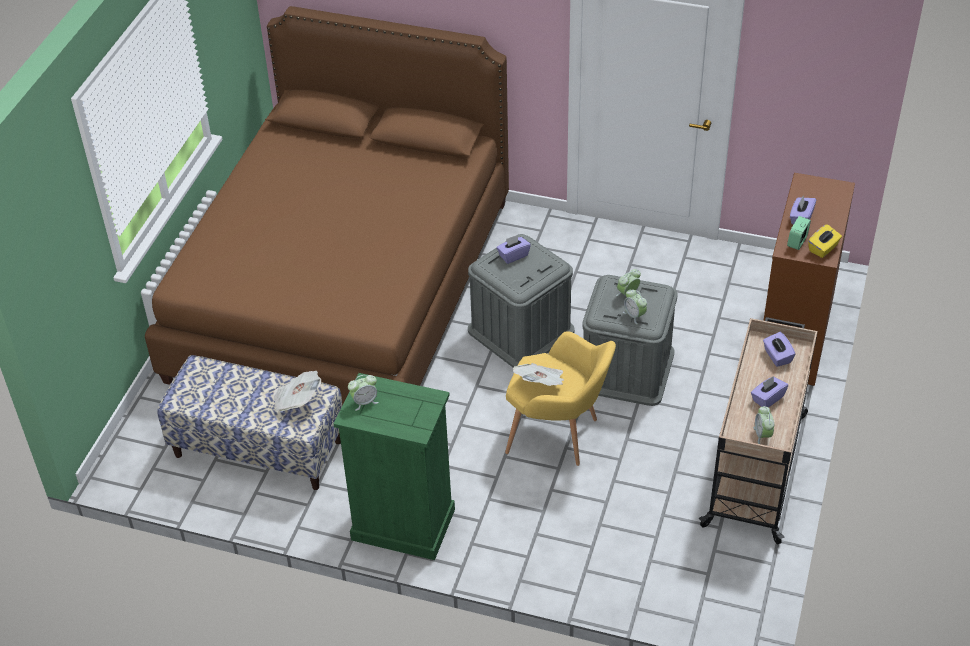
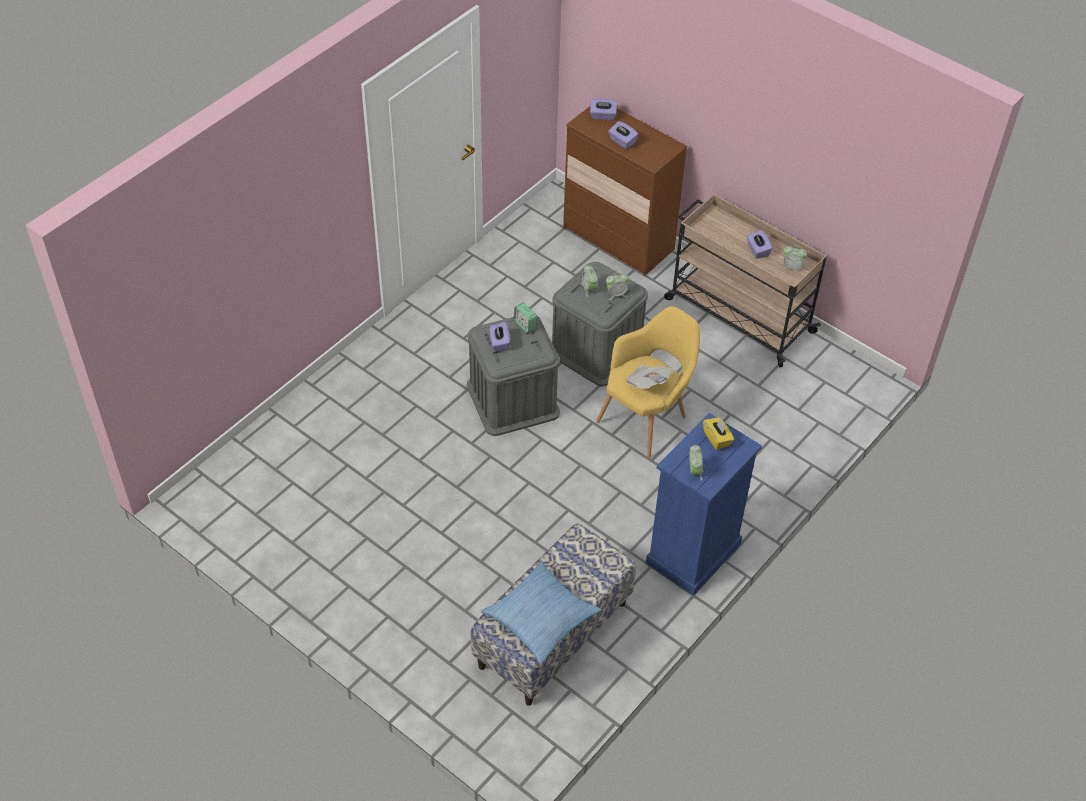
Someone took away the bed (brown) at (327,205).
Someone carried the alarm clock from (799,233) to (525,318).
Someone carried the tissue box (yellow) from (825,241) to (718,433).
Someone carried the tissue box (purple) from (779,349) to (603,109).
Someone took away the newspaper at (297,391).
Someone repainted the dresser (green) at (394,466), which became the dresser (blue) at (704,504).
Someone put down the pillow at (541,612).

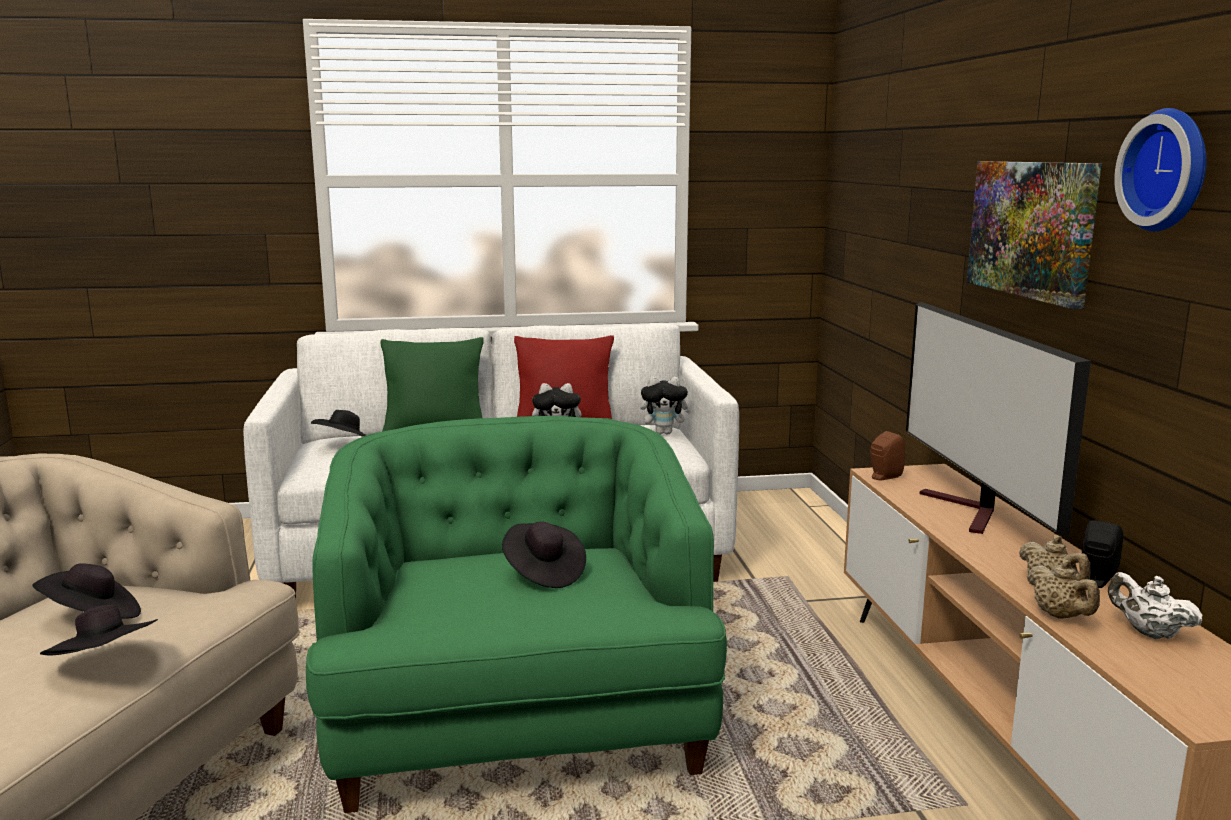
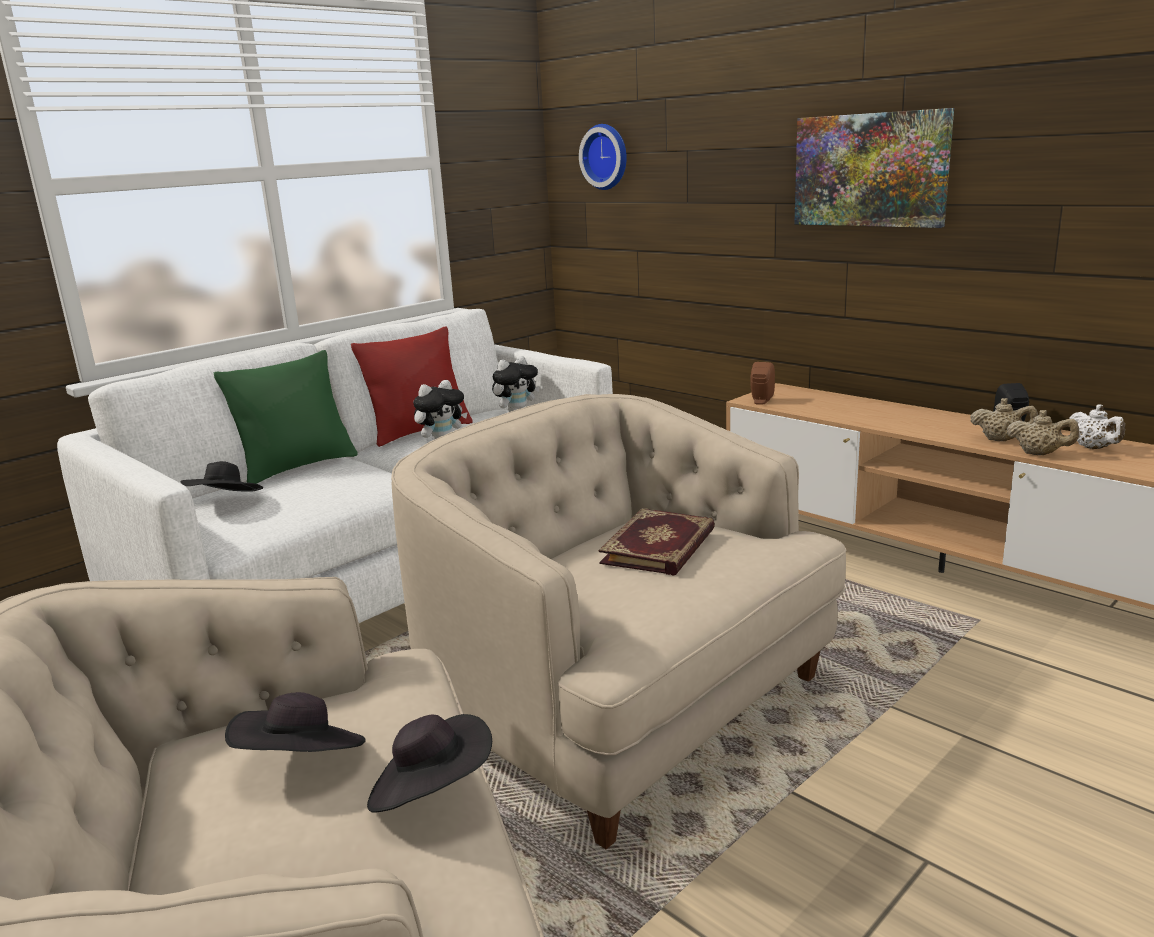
Someone carried the wall clock from (1160,170) to (603,157).
Someone took away the television at (998,419).
Someone repainted the armchair (green) at (516,614), which became the armchair (beige) at (619,621).
Someone swapped the hat (black) at (544,554) for the book at (657,542).
Someone rotated the teapot (white) at (1155,605) by 120 degrees counterclockwise.

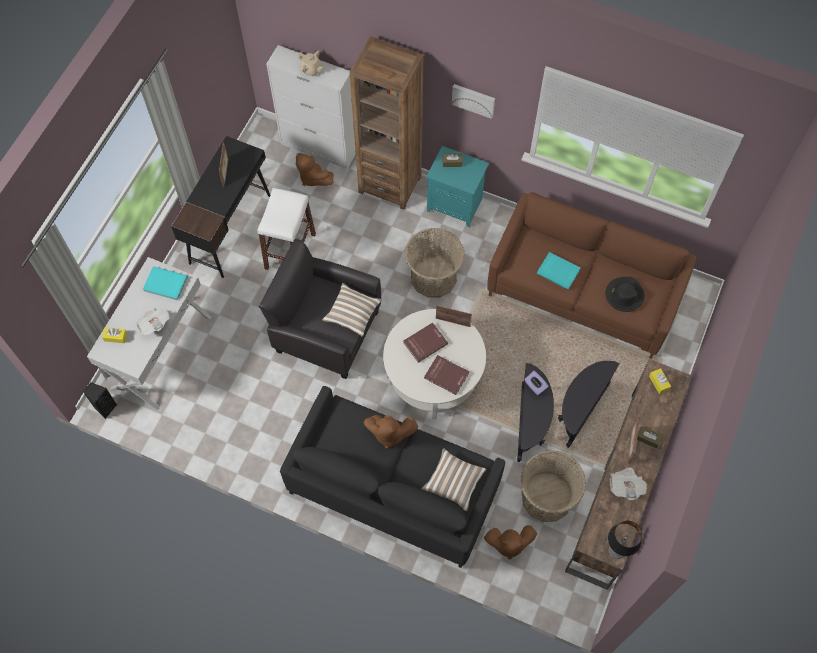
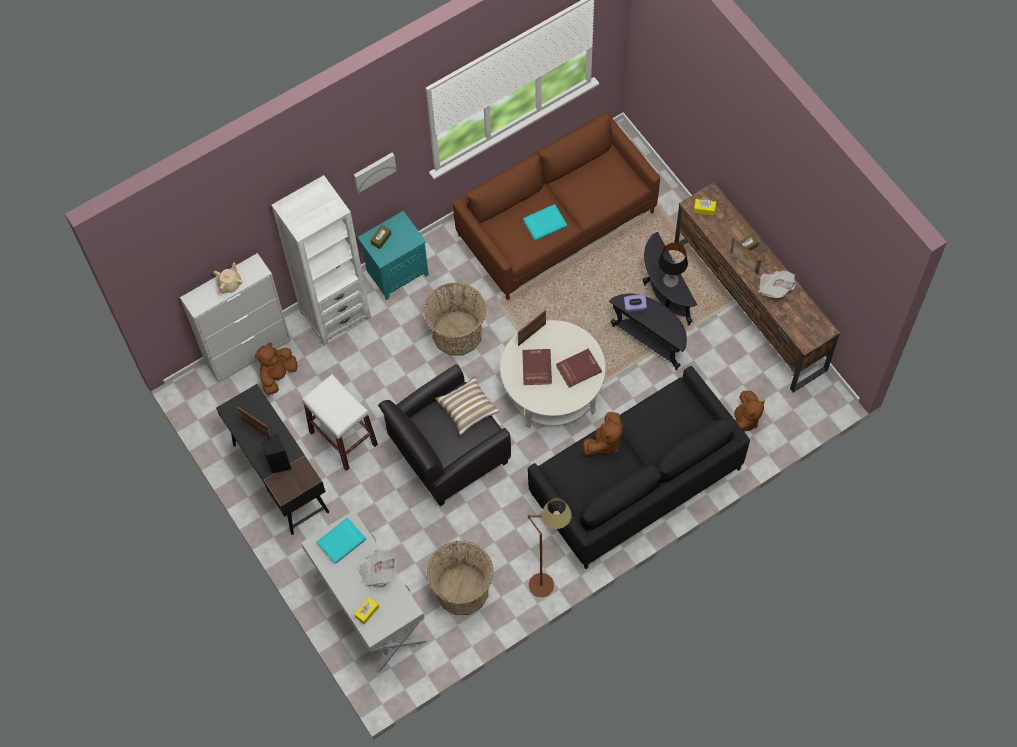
Someone repainted the bookcase (brown) at (387,123), which became the bookcase (white) at (321,260).
Someone rotated the teapot (beige) at (311,63) by 45 degrees counterclockwise.
Someone rotated the plush toy (brown) at (315,169) by 135 degrees clockwise.
Someone took away the hat (black) at (625,294).
Someone carried the speaker (black) from (100,400) to (276,454).
Someone took away the pillow at (454,479).
Someone carried the basket from (553,486) to (460,577).
Someone carried the table lamp from (625,540) to (673,265).
Someone put down the floor lamp (brown) at (550,547).

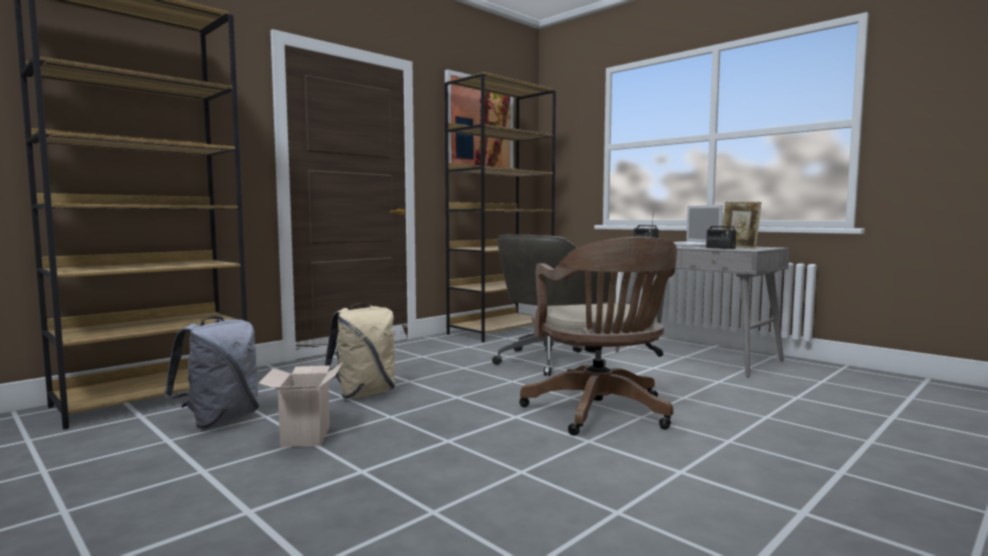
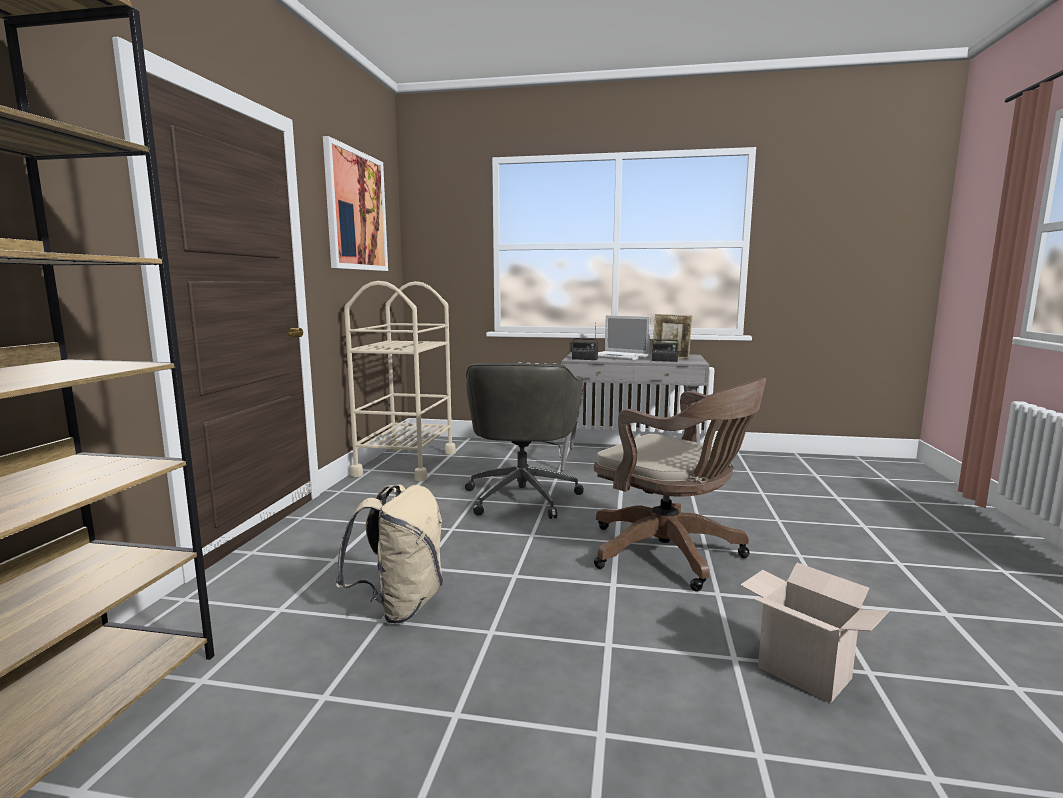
Someone swapped the bookcase (brown) at (500,207) for the cart (beige) at (400,381).
Someone took away the backpack (grey) at (211,372).
Someone carried the cardboard box from (300,405) to (815,633).

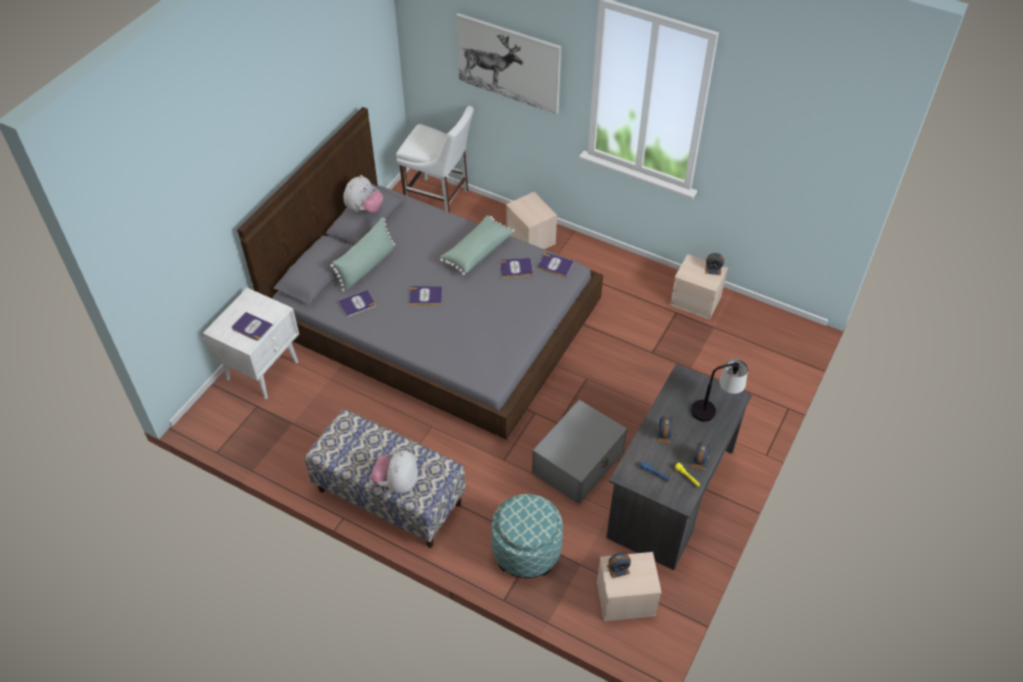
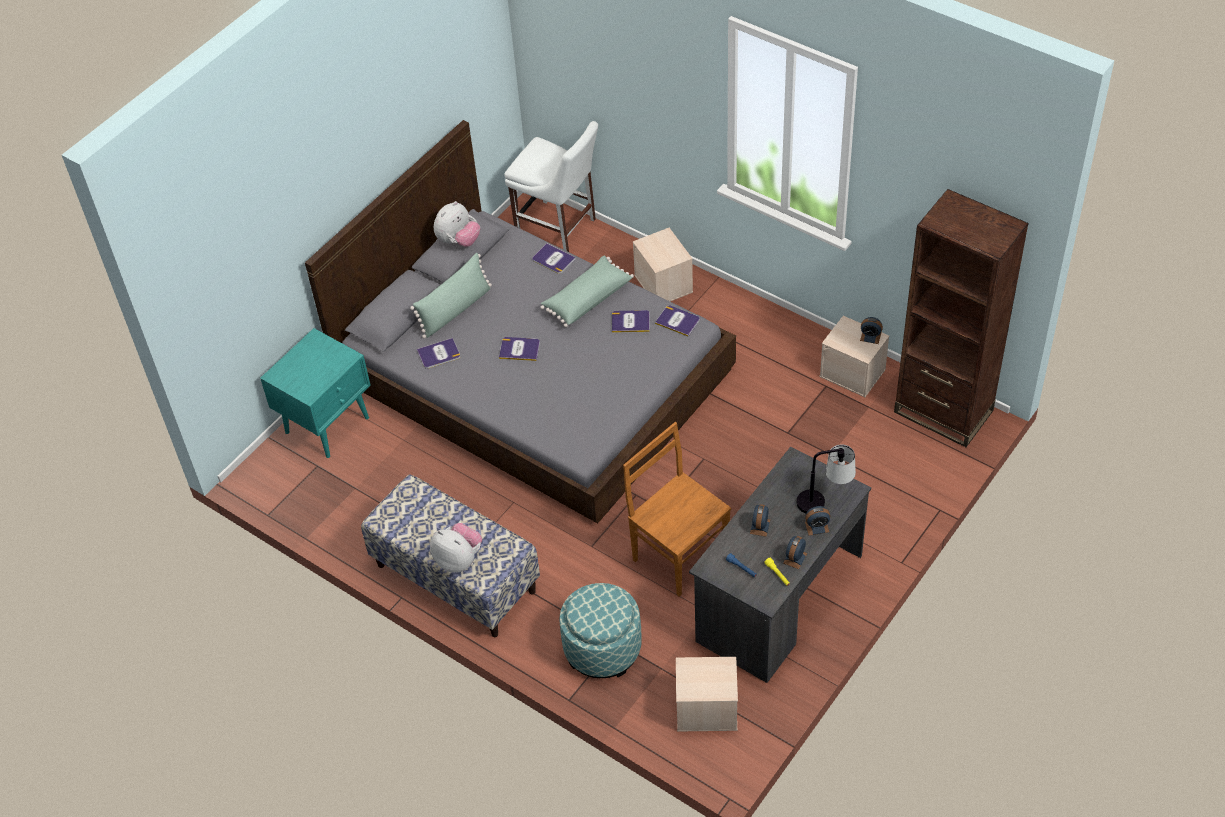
Someone took away the picture at (508,63).
Someone repainted the nightstand (white) at (251,343), which became the nightstand (turquoise) at (315,393).
Someone carried the book from (252,326) to (554,258).
Someone swapped the storage box (grey) at (579,452) for the chair (brown) at (677,509).
Someone rotated the plush toy at (394,472) by 105 degrees clockwise.
Someone carried the alarm clock from (619,565) to (817,520).
Someone put down the bookcase (brown) at (961,318).

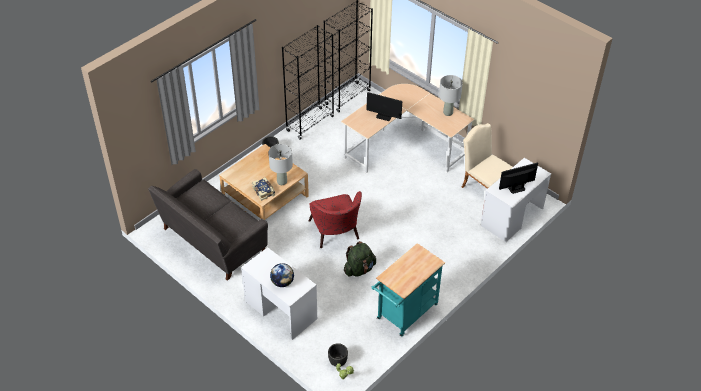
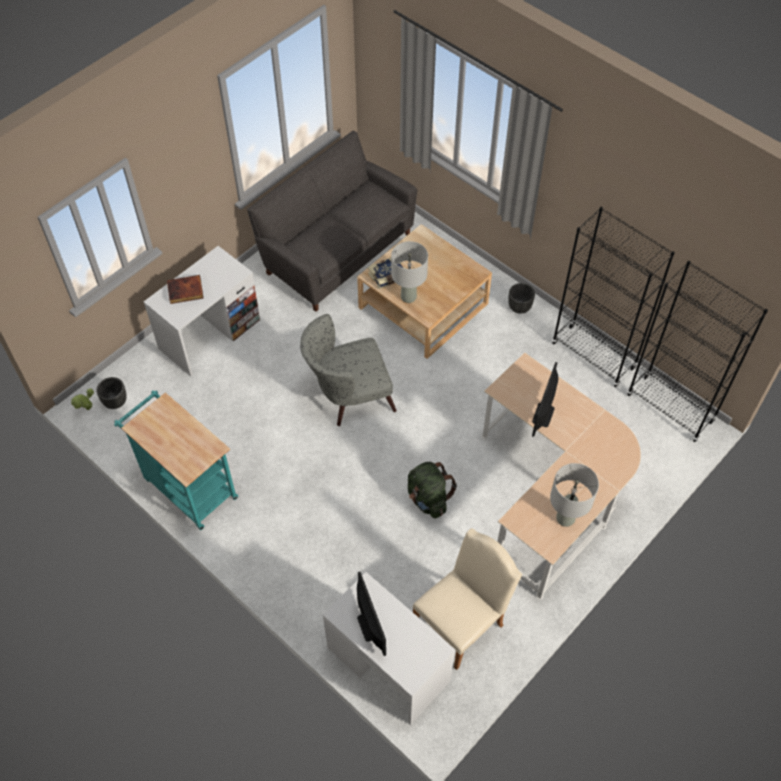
Someone repainted the armchair (red) at (335,219), which became the armchair (grey) at (348,370).
Someone carried the backpack (green) from (360,259) to (432,490).
Someone swapped the globe at (282,275) for the book at (185,289).

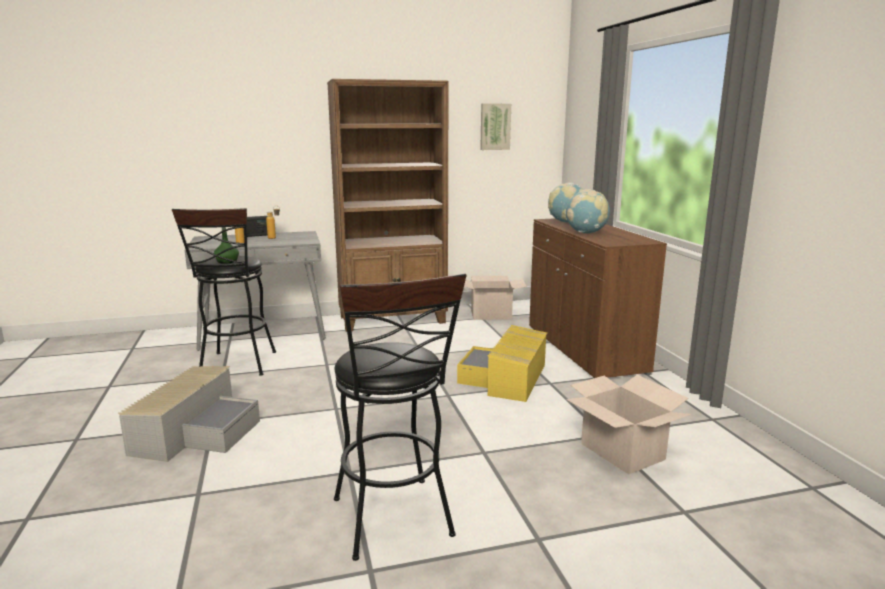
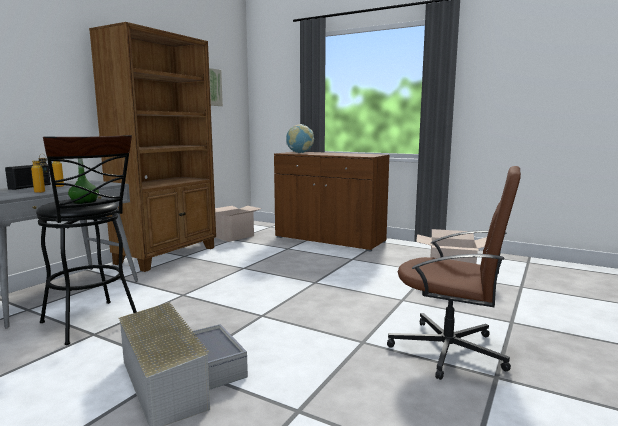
Someone took away the globe at (587,211).
Someone swapped the stool (black) at (400,417) for the office chair (brown) at (454,273).
Someone took away the storage box (yellow) at (502,363).

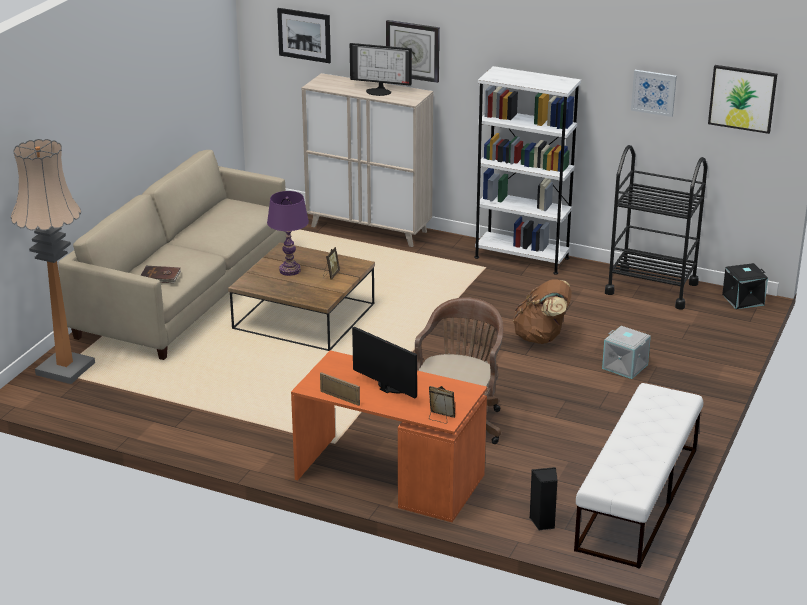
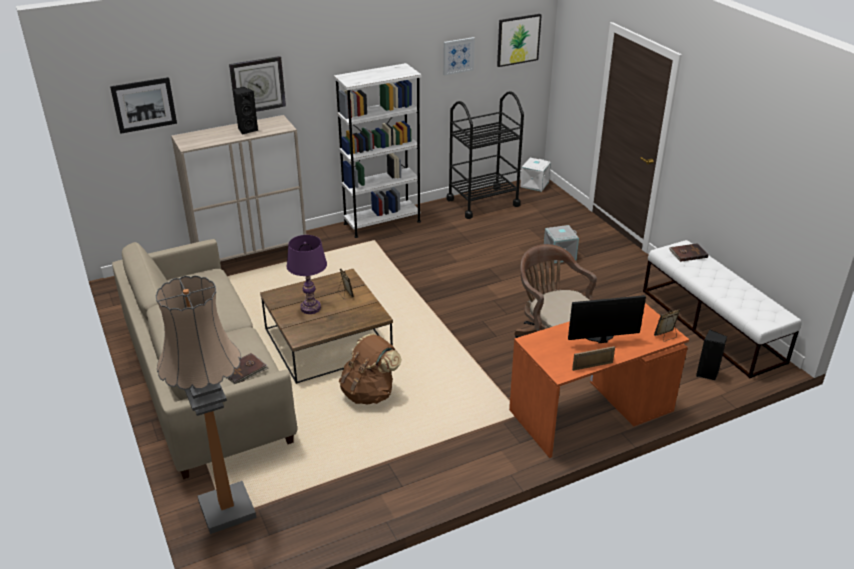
Someone swapped the monitor at (381,69) for the speaker (black) at (245,111).
Someone repainted the storage box (black) at (745,286), which became the storage box (white) at (535,175).
Someone carried the backpack (brown) from (542,311) to (370,368).
Someone put down the book (brown) at (688,252).

